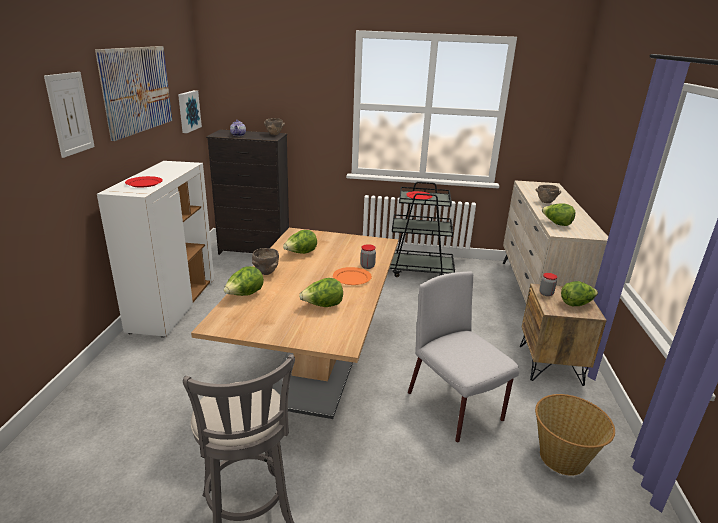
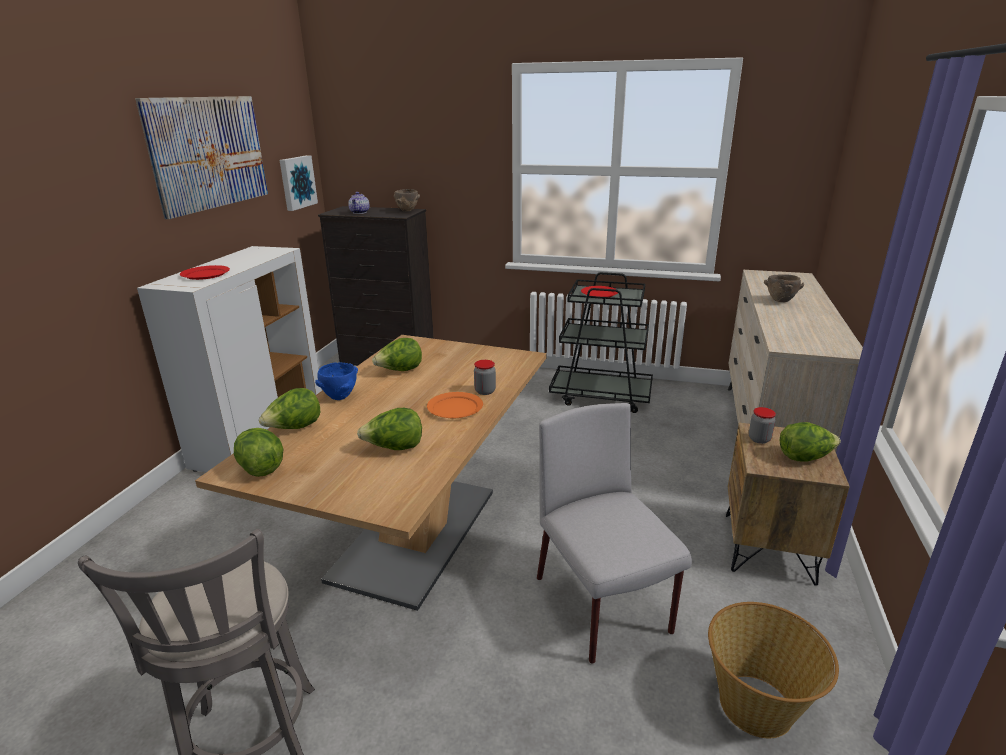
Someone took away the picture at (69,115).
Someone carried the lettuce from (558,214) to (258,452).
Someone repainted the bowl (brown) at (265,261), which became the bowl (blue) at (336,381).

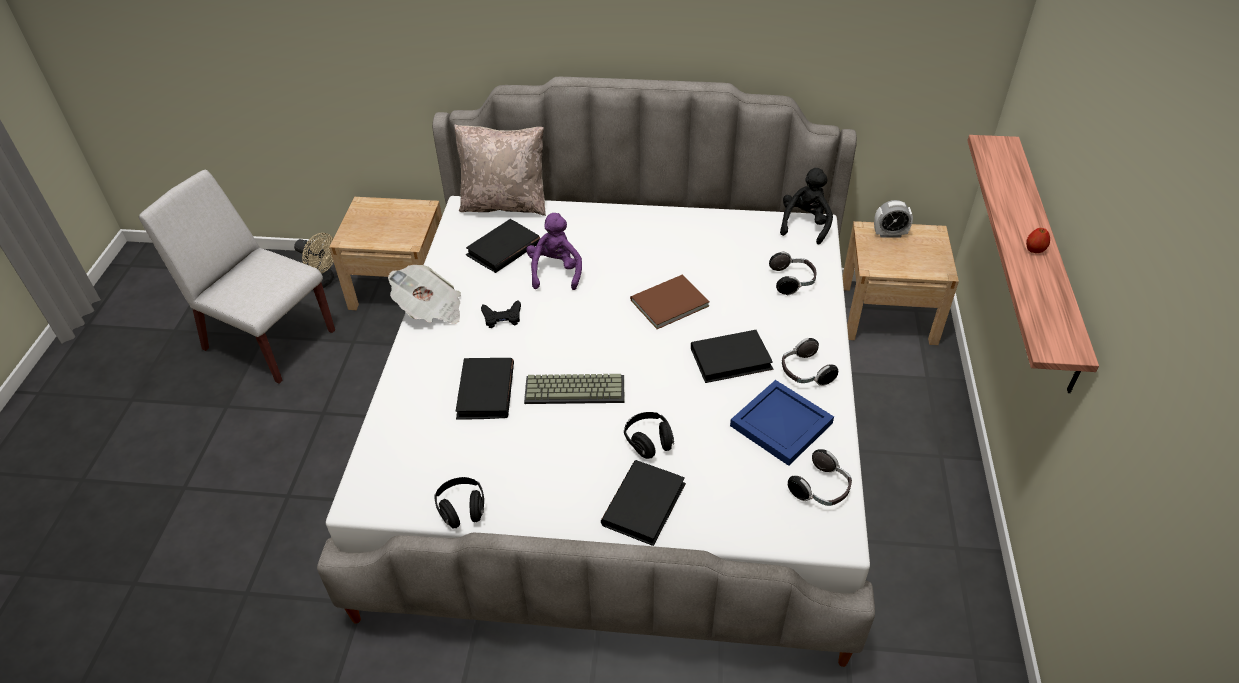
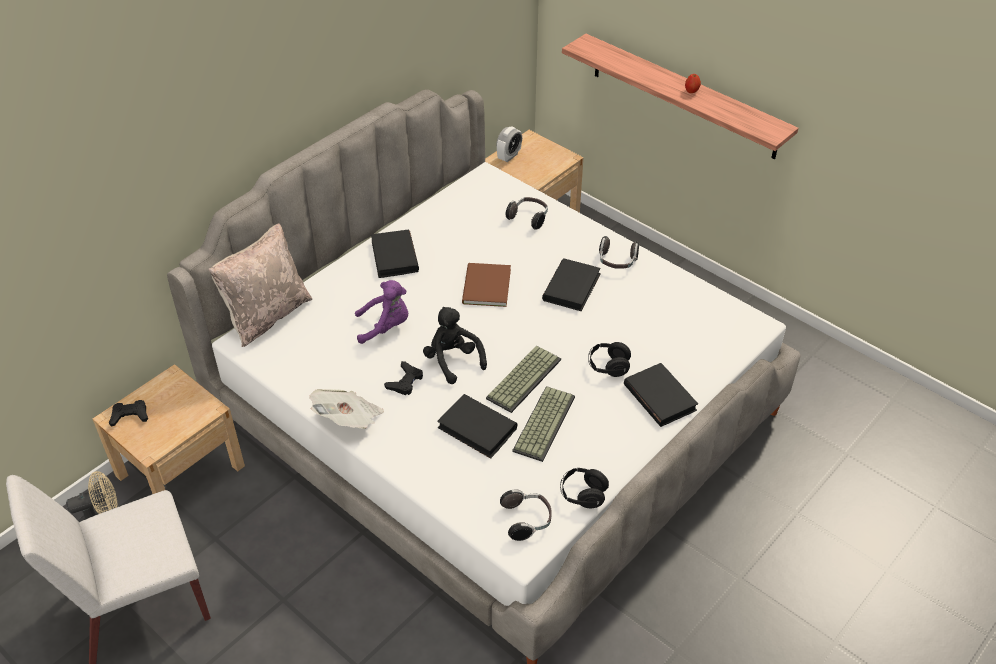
Someone carried the plush toy (black) from (806,206) to (455,345).
Someone rotated the plush toy (purple) at (554,251) by 135 degrees clockwise.
Someone carried the book (black) from (503,246) to (395,254).
Someone took away the tray (blue) at (782,423).
Someone carried the headphones from (820,477) to (526,515).
Someone put down the keyboard at (543,424).
Someone put down the game controller (black) at (128,413).

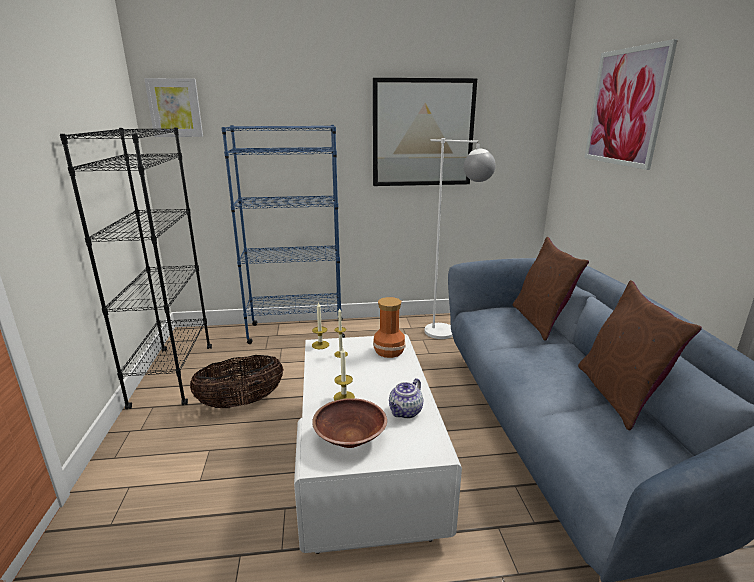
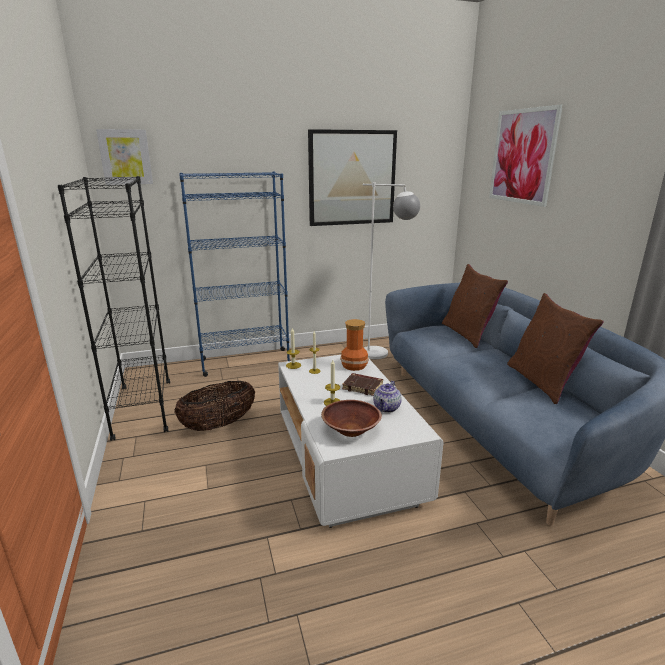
Someone put down the book (brown) at (362,384).

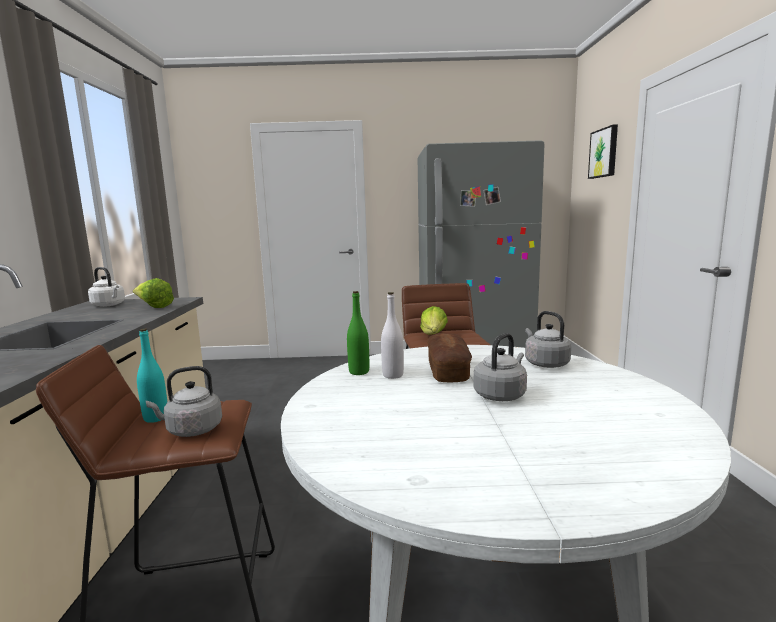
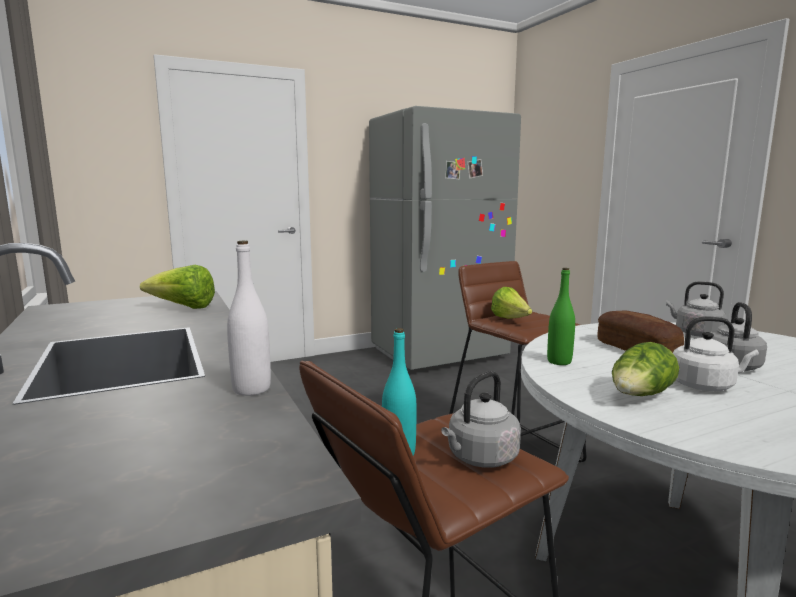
Someone took away the picture at (603,151).
Someone carried the kettle (white) from (106,287) to (716,354).
Someone carried the bottle (white) from (392,335) to (249,318).
Someone put down the lettuce at (645,369).

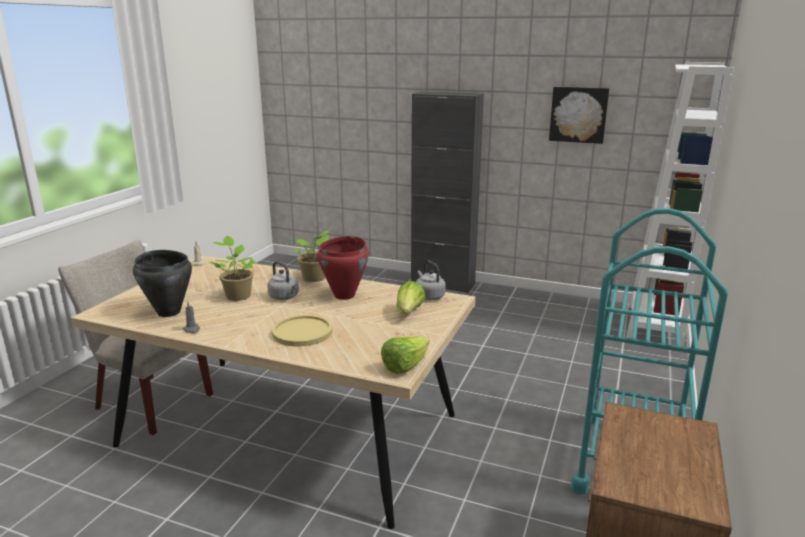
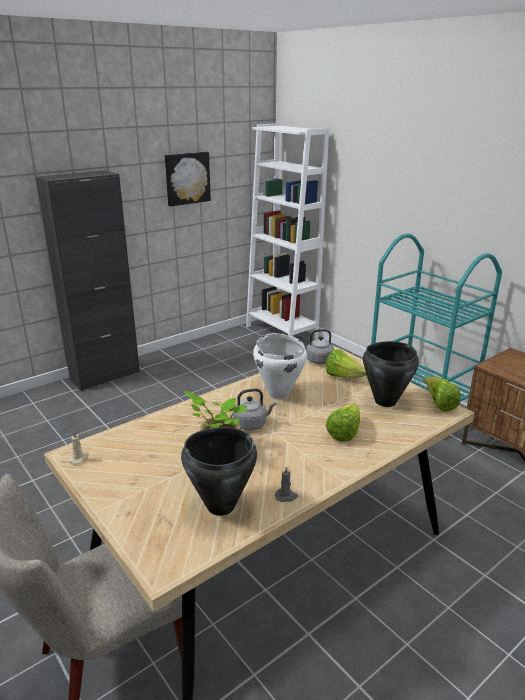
Someone took away the potted plant at (311,256).
Someone repainted the cooking pot (red) at (343,268), which became the cooking pot (white) at (280,366).
Someone swapped the plate (yellow) at (302,330) for the lettuce at (343,422).
Someone put down the cooking pot (black) at (391,374).

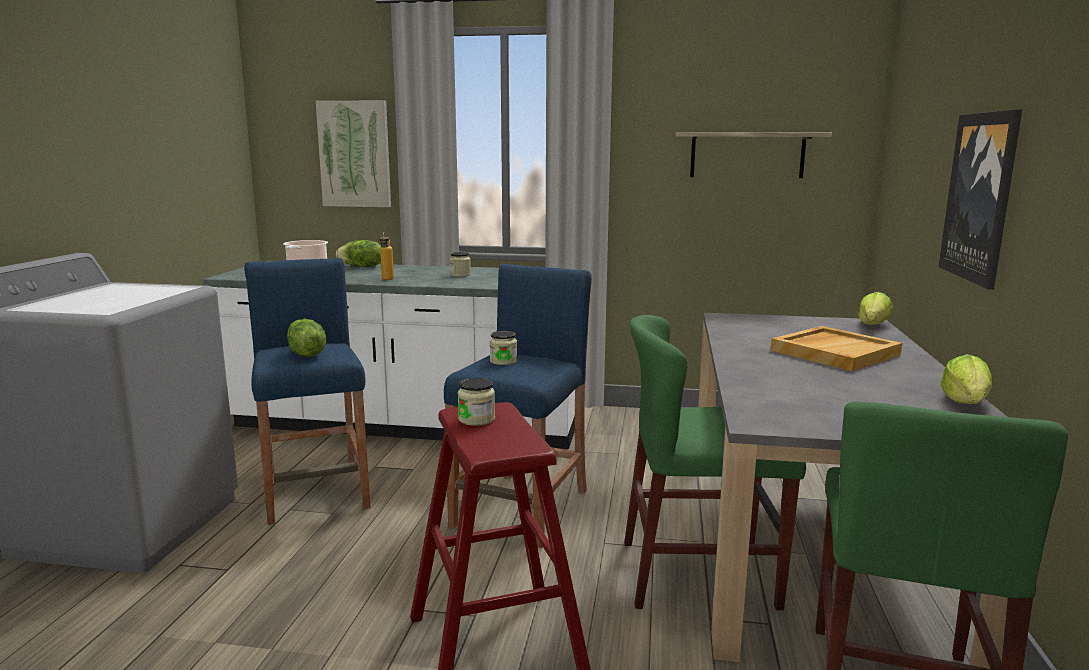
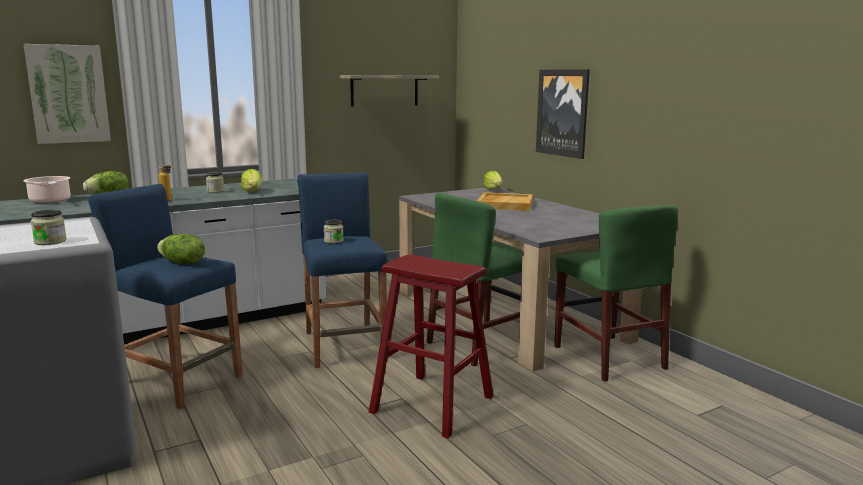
Someone carried the lettuce from (966,379) to (252,180).
Someone carried the jar from (476,402) to (49,227).

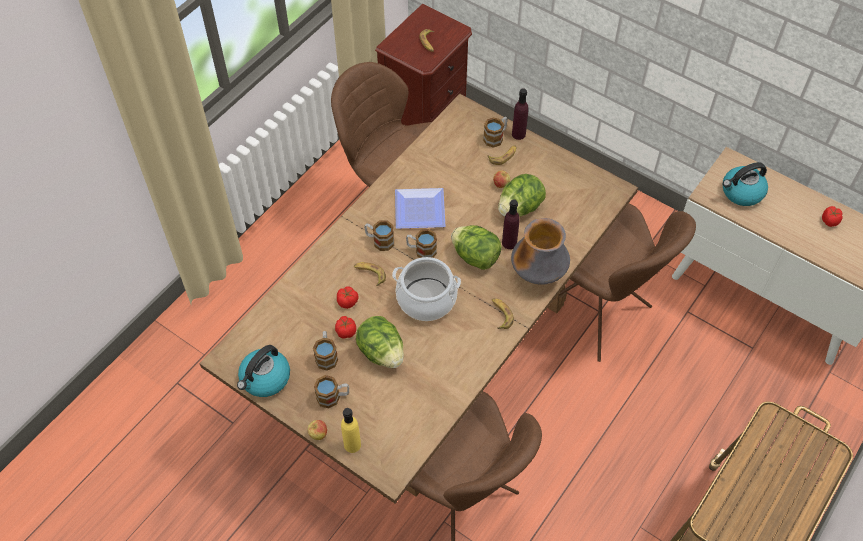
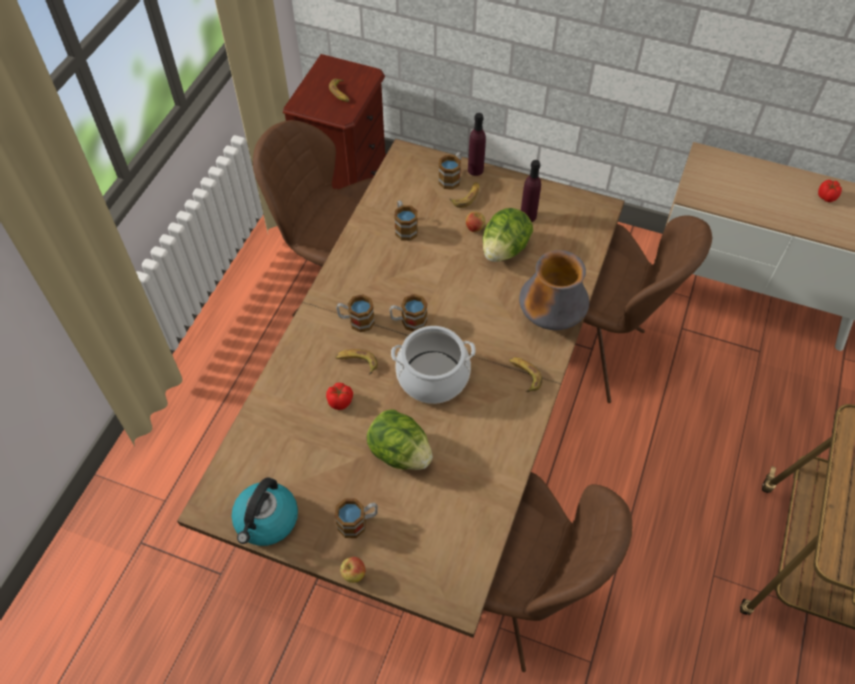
Someone took away the kettle at (745,184).
Someone took away the plate at (420,208).
Someone carried the bottle (purple) from (511,224) to (531,191).
Someone took away the lettuce at (476,247).
Someone took away the tomato at (345,327).
Someone carried the mug from (325,351) to (406,220).
Someone took away the bottle (yellow) at (351,430).

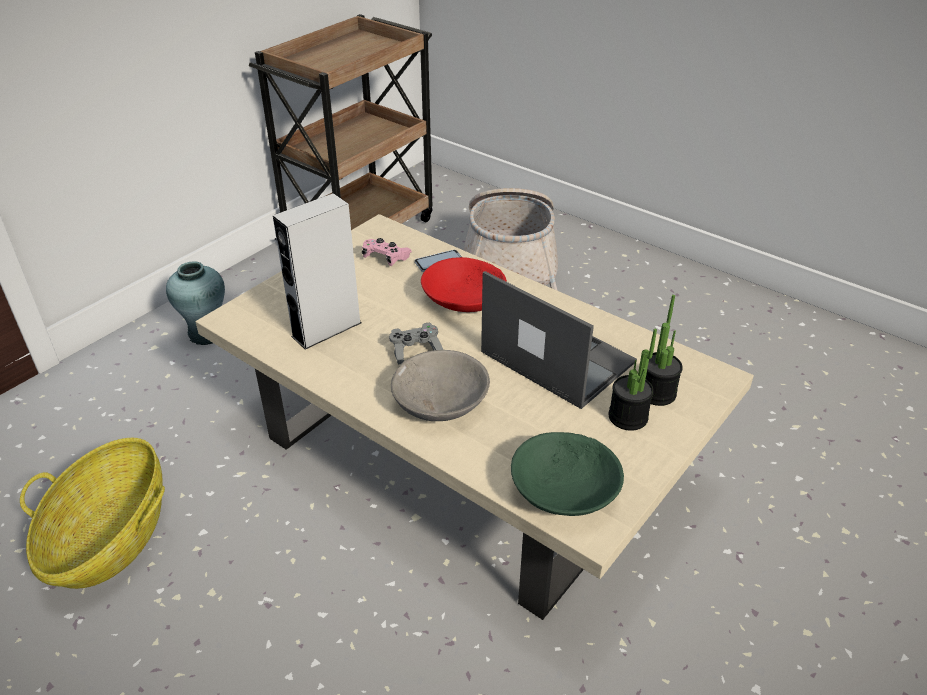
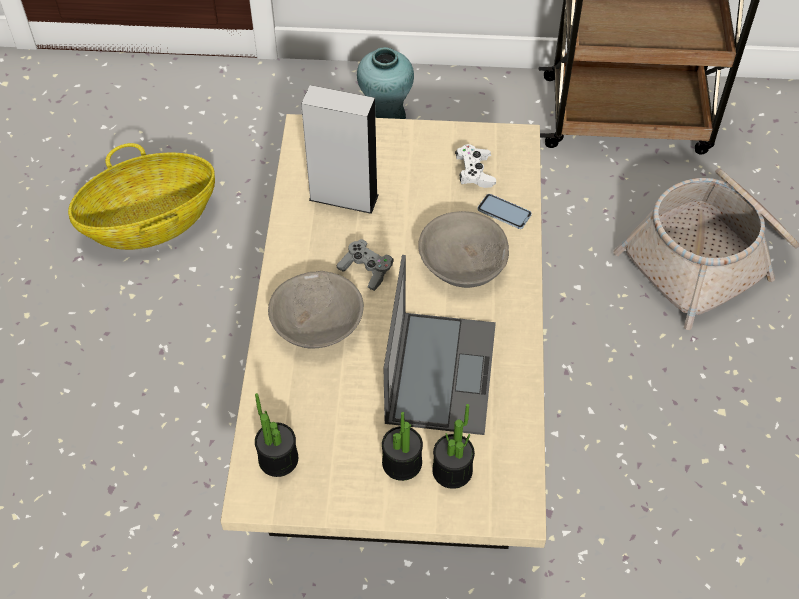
Someone repainted the game controller (pink) at (387,252), which became the game controller (white) at (475,166).
Someone repainted the bowl (red) at (464,284), which became the bowl (grey) at (463,249).
Someone swapped the bowl (green) at (567,474) for the potted plant at (276,435).

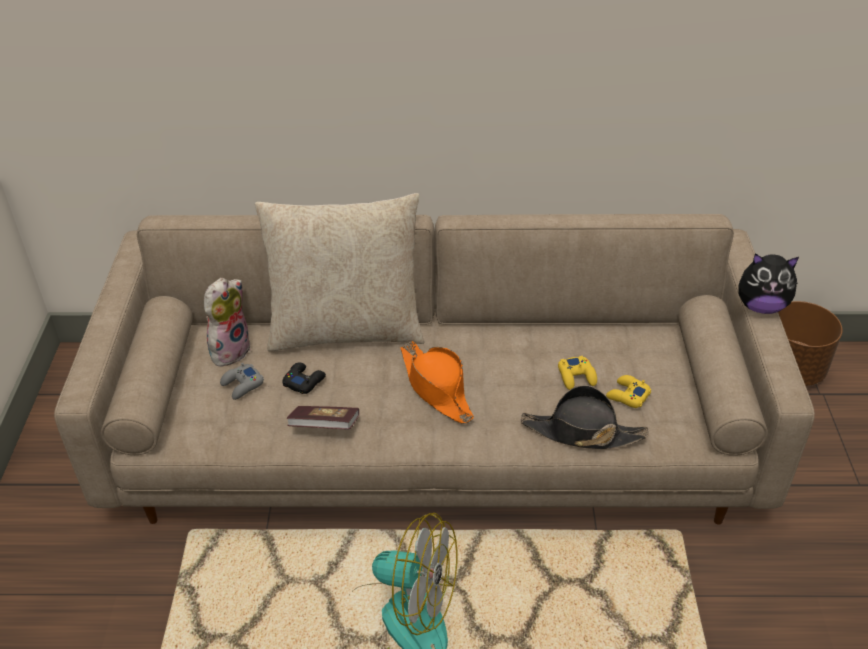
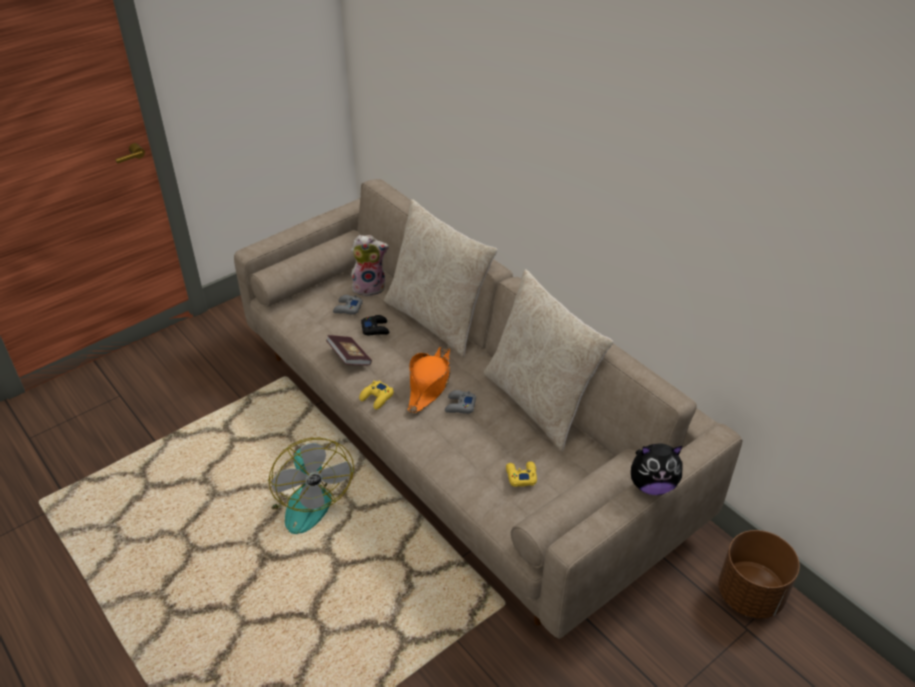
Someone rotated the plush toy at (768,283) by 60 degrees counterclockwise.
Someone carried the game controller (yellow) from (577,373) to (376,395).
Someone took away the hat (black) at (584,417).
Someone put down the pillow (beige) at (548,360).
Someone put down the game controller (grey) at (460,402).

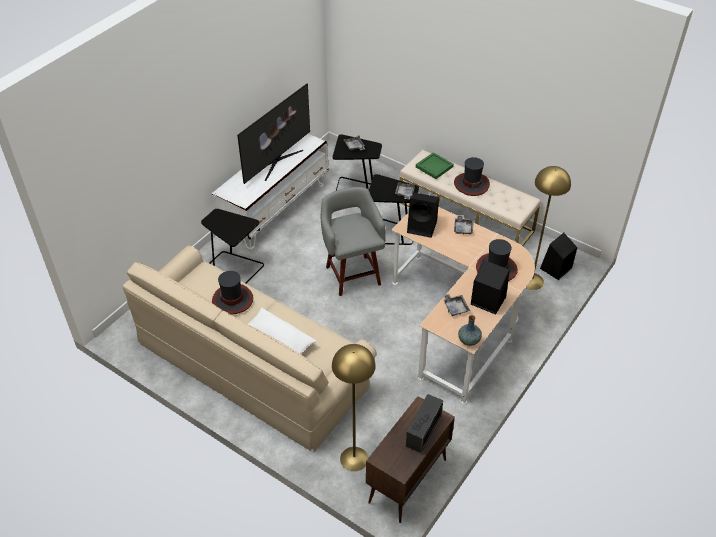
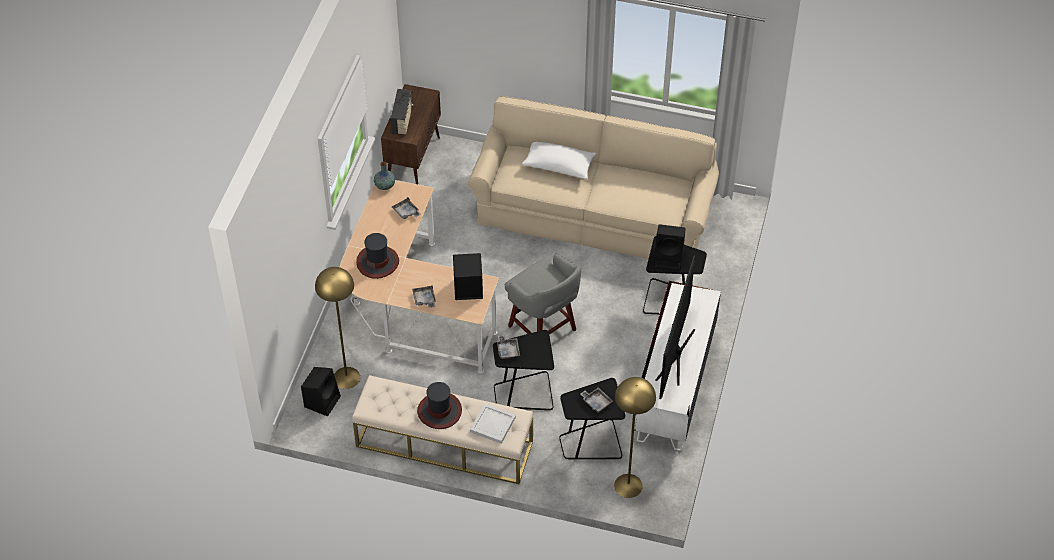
Someone repainted the tray (green) at (435,165), which became the tray (white) at (493,423).
Someone carried the speaker (black) from (490,287) to (670,247).
Someone took away the hat at (232,293).
Someone carried the floor lamp (yellow) from (354,407) to (635,437).

